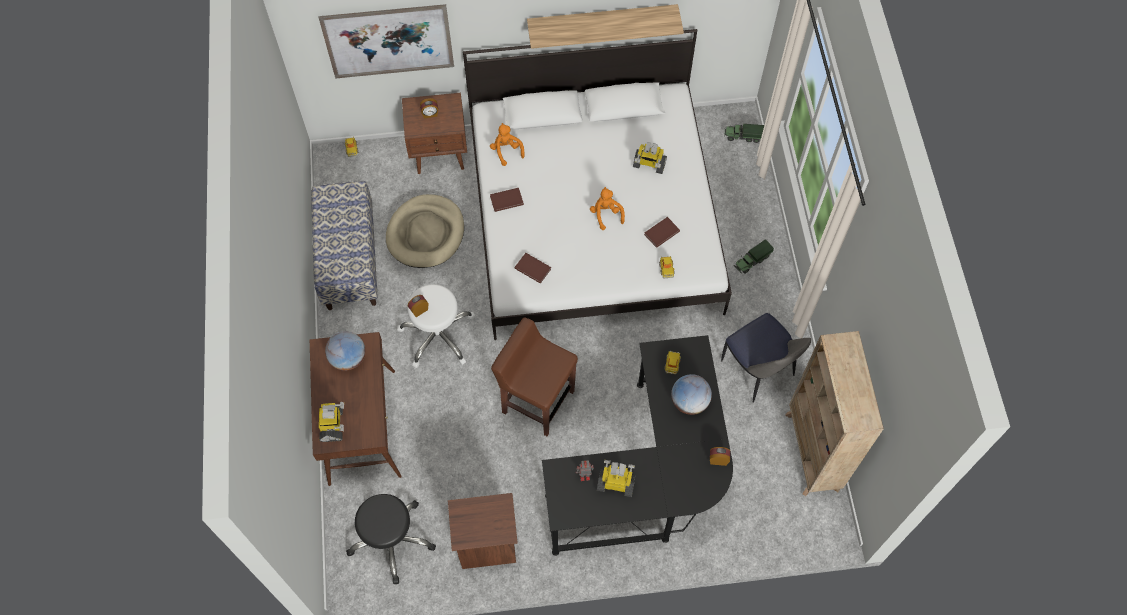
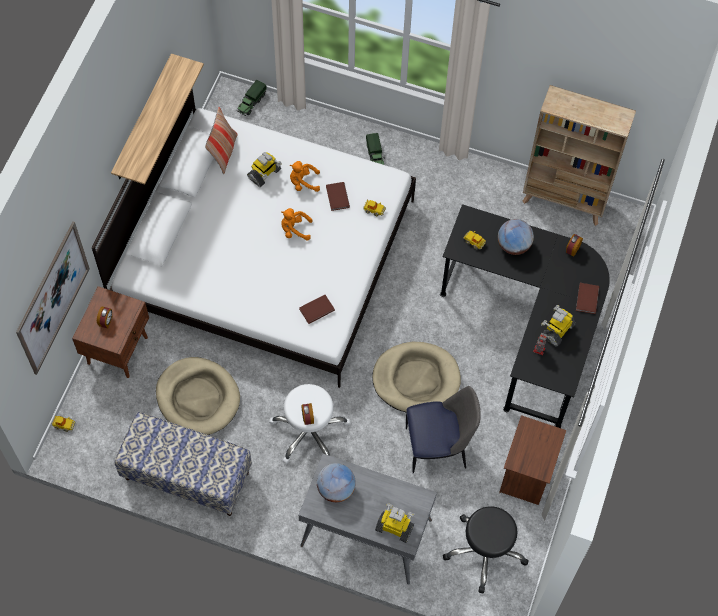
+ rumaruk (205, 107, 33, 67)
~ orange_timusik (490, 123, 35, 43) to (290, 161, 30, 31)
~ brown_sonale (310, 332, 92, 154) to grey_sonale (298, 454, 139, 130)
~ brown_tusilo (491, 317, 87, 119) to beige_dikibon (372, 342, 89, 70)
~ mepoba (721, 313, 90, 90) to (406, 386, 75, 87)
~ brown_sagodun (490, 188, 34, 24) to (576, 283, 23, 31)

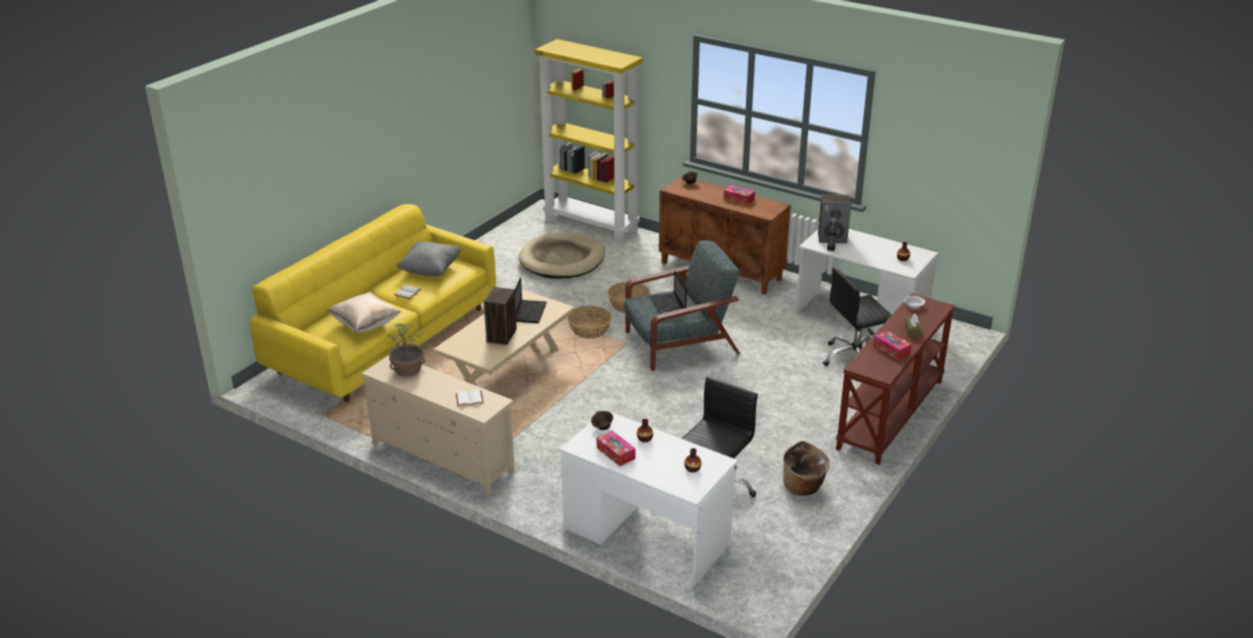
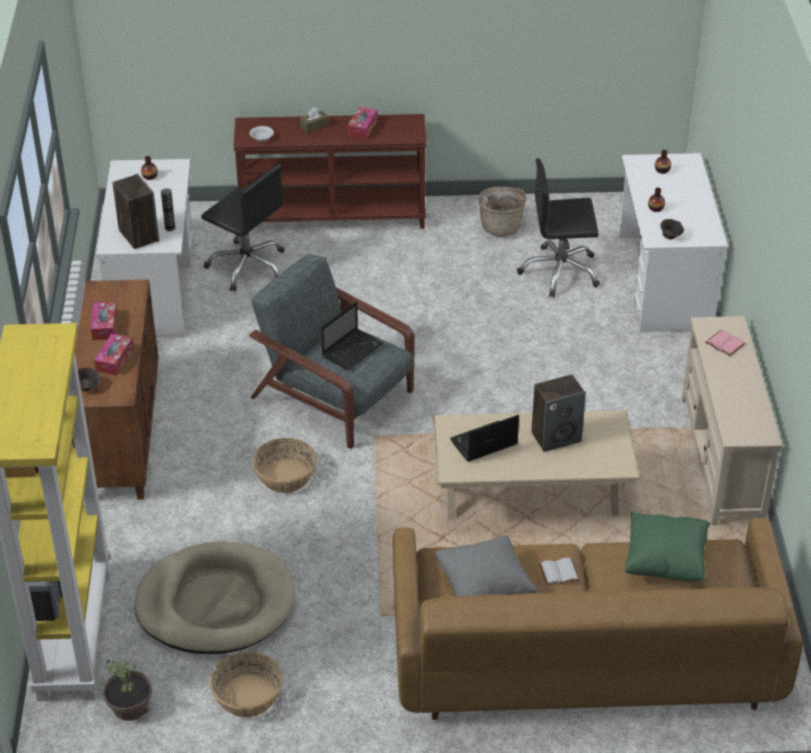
~ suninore (597, 431, 39, 35) to (94, 333, 40, 43)
~ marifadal (388, 324, 37, 53) to (103, 659, 49, 62)
~ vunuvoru (568, 306, 44, 33) to (210, 651, 73, 67)
~ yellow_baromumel (250, 204, 246, 198) to brown_baromumel (393, 518, 410, 202)
~ beige_rumaruk (327, 292, 74, 41) to green_rumaruk (624, 512, 87, 70)
~ white_sagodun (456, 389, 27, 17) to pink_sagodun (705, 330, 41, 26)

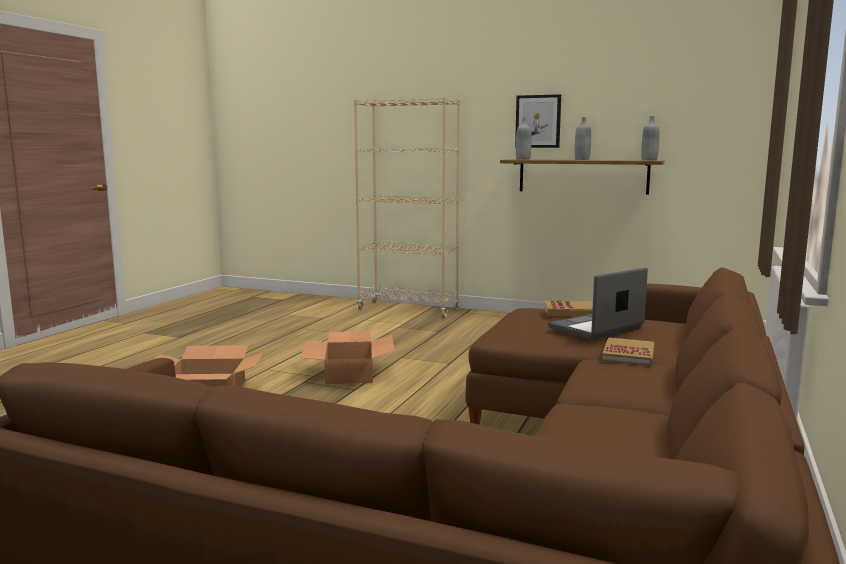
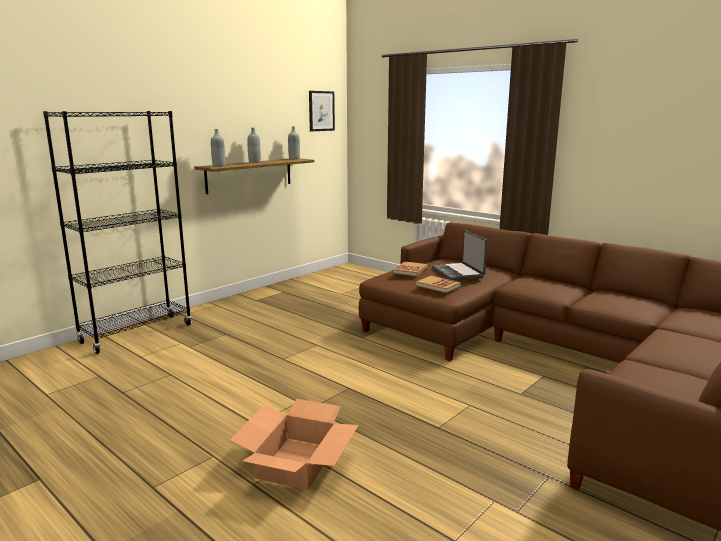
~ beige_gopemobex (354, 97, 106, 221) to black_gopemobex (43, 111, 149, 243)
~ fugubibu (515, 94, 46, 54) to (309, 91, 26, 40)
~ sagodun (602, 337, 52, 29) to (416, 276, 45, 17)
- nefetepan (301, 331, 94, 53)

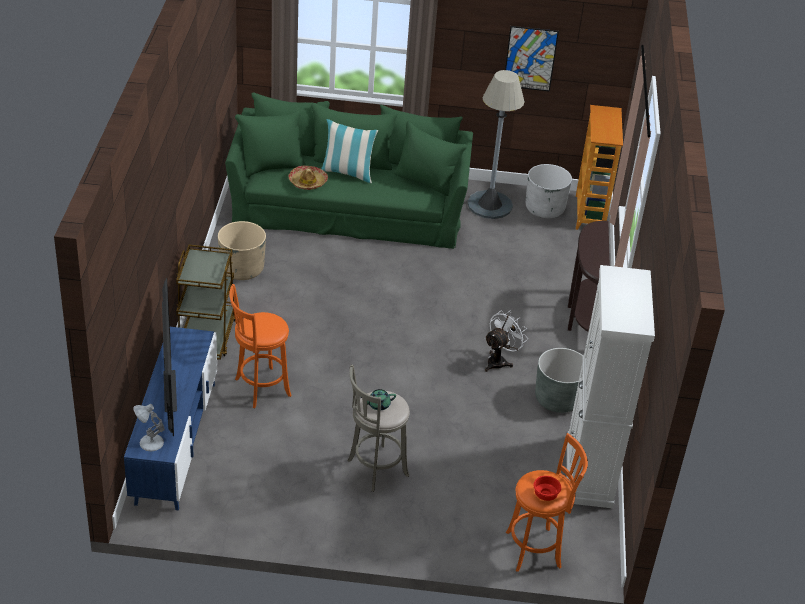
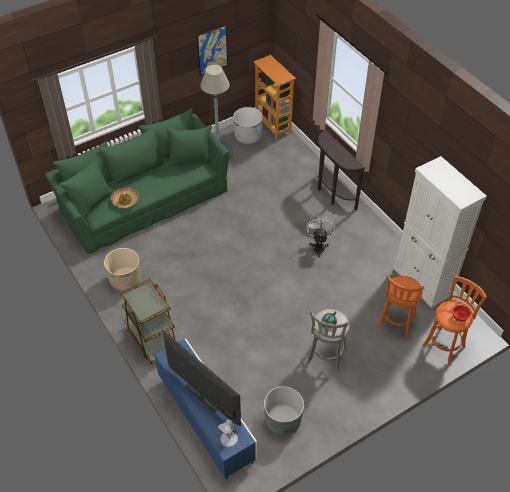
~ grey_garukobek (535, 348, 48, 65) to (264, 386, 40, 50)
~ orange_tusilo (229, 284, 63, 124) to (377, 275, 47, 63)
- rumaruk (321, 119, 57, 64)

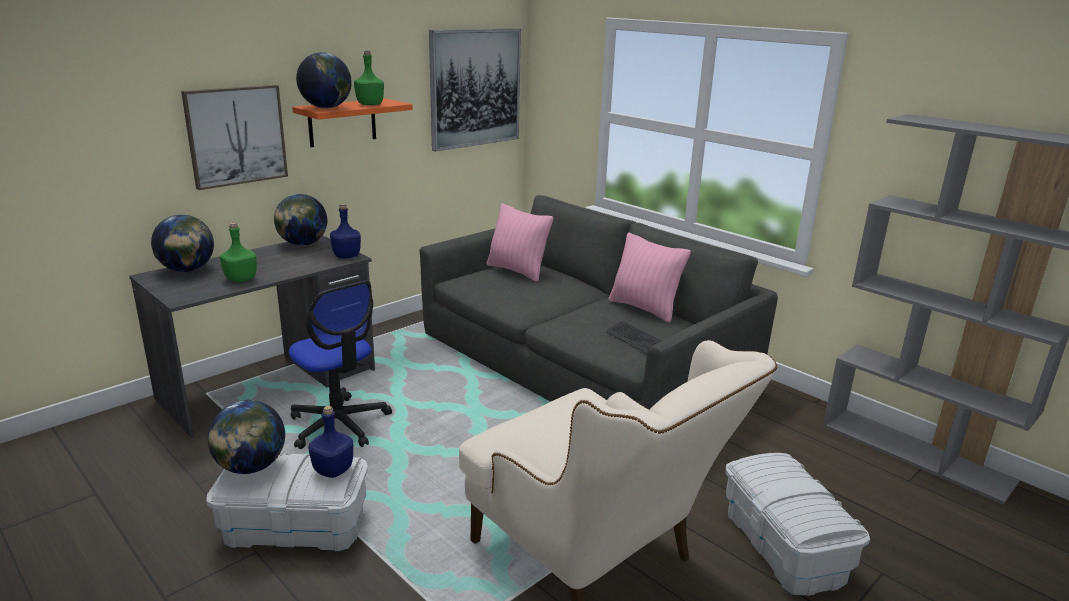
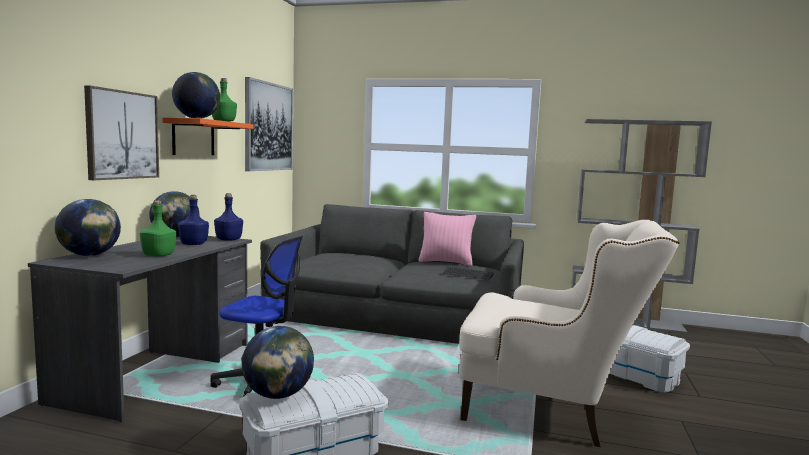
~ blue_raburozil (308, 406, 46, 72) to (178, 195, 31, 50)
- pink_rumaruk (486, 203, 67, 79)

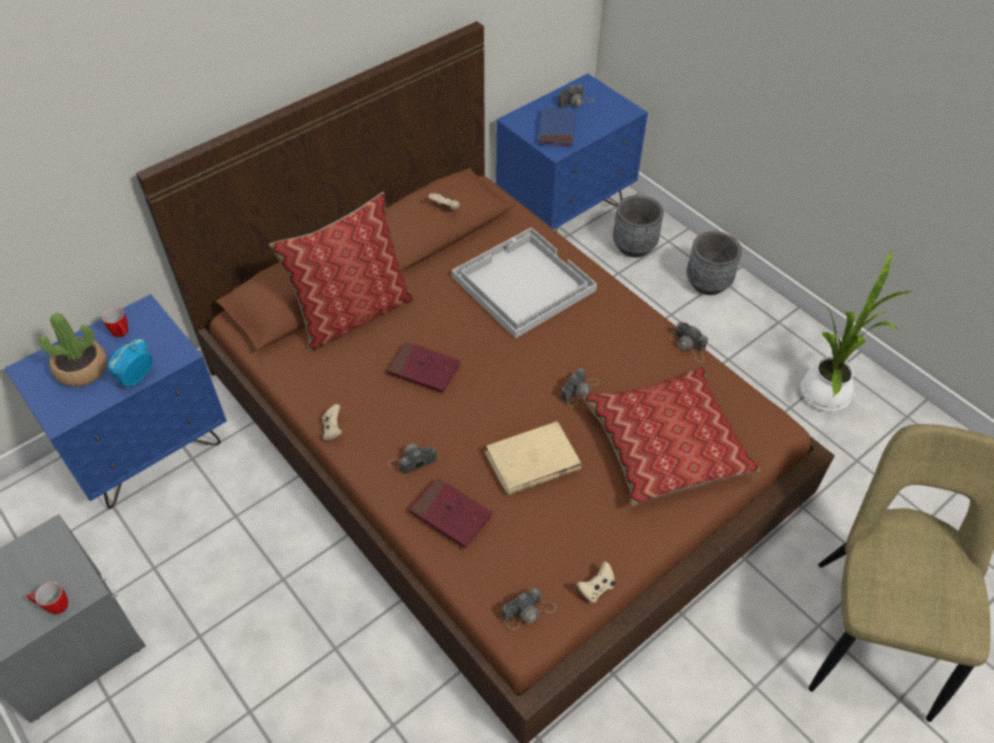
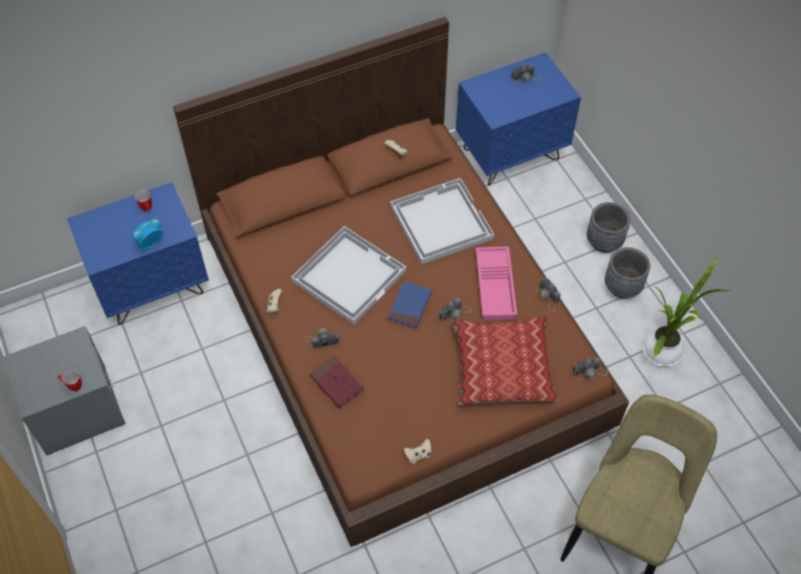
~ red_sagodun (387, 342, 74, 51) to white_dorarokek (291, 226, 115, 98)
~ blue_sagodun (538, 107, 38, 40) to (388, 281, 44, 48)
+ pink_dorarokek (476, 246, 41, 74)
~ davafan (502, 588, 54, 42) to (573, 358, 35, 22)
~ grey_garukobek (613, 195, 51, 63) to (605, 247, 45, 51)
- marifadal (40, 313, 67, 74)
- rumaruk (269, 192, 144, 160)
- beige_sagodun (485, 421, 96, 74)

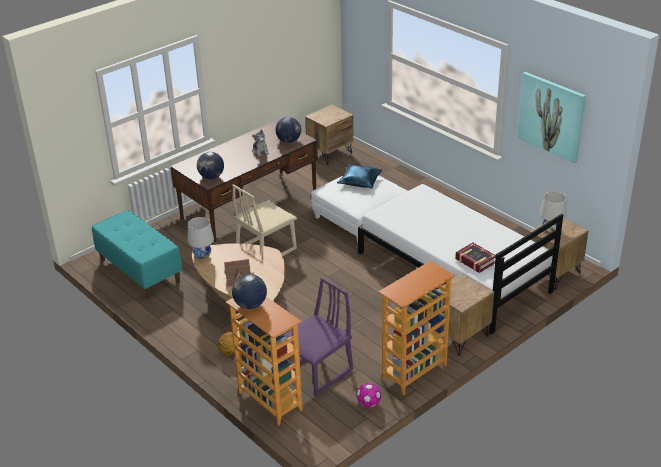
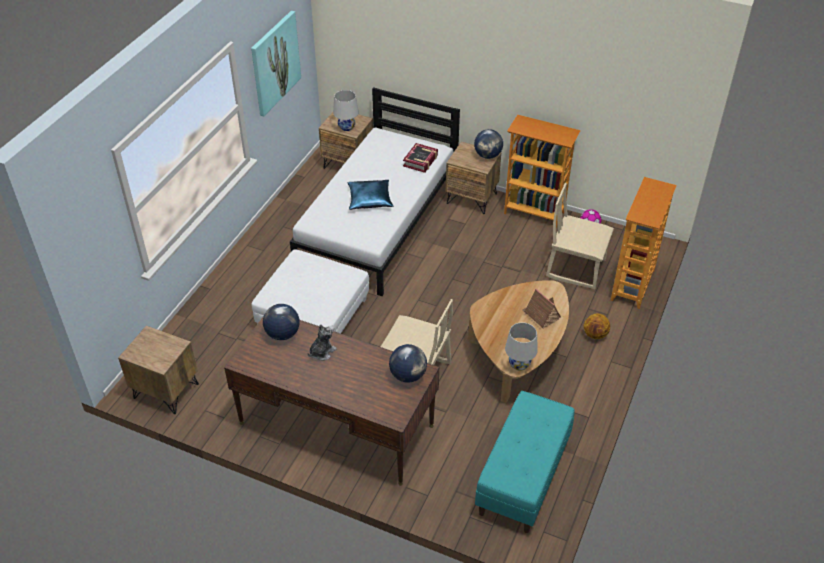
~ blue_rumaruk (337, 164, 45, 24) to (348, 180, 45, 30)
~ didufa (232, 274, 35, 35) to (474, 129, 29, 30)
~ purple_mepoba (284, 278, 69, 118) to beige_mepoba (546, 183, 68, 107)

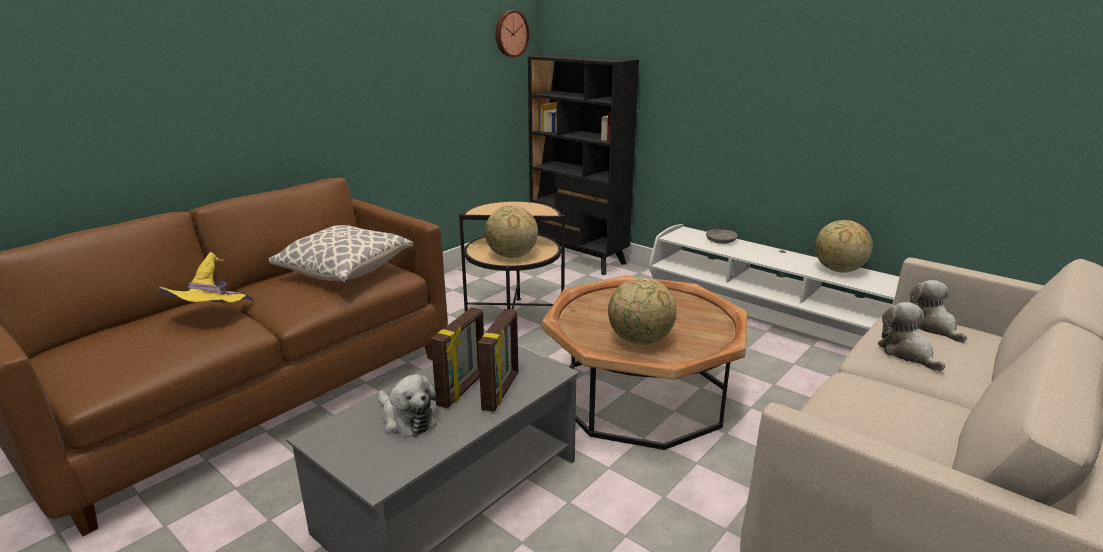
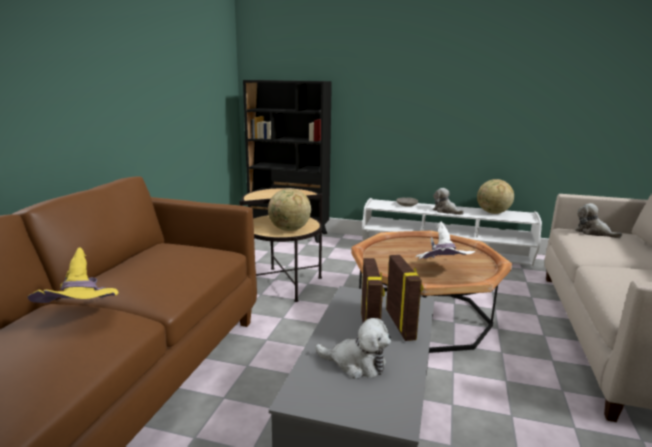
~ didufa (608, 277, 69, 68) to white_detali (415, 221, 60, 39)
~ timusik (877, 302, 68, 69) to (433, 188, 31, 27)
- rumaruk (269, 225, 144, 57)
- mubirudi (495, 10, 34, 47)

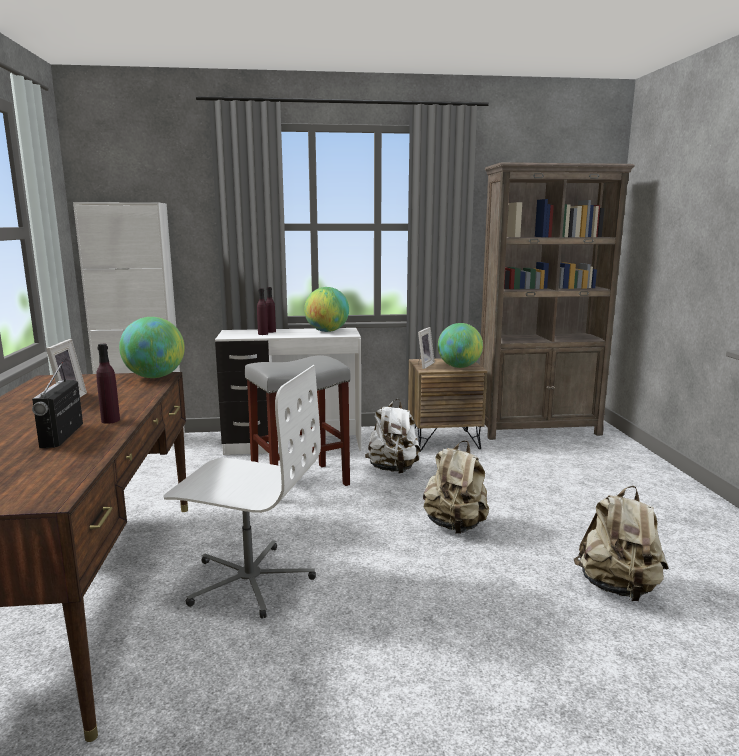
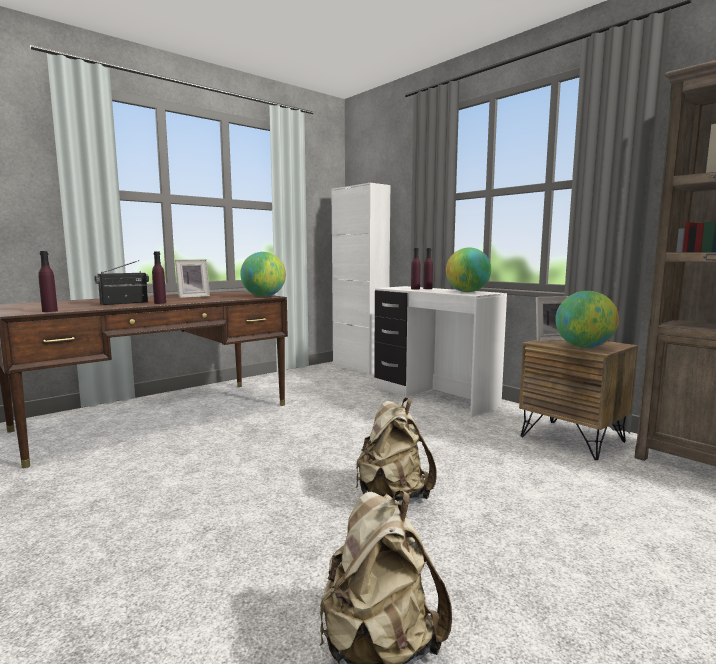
+ purple_raburozil (38, 251, 20, 61)
- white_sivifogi (163, 365, 158, 254)
- grey_tusilo (245, 355, 105, 131)
- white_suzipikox (365, 399, 56, 75)

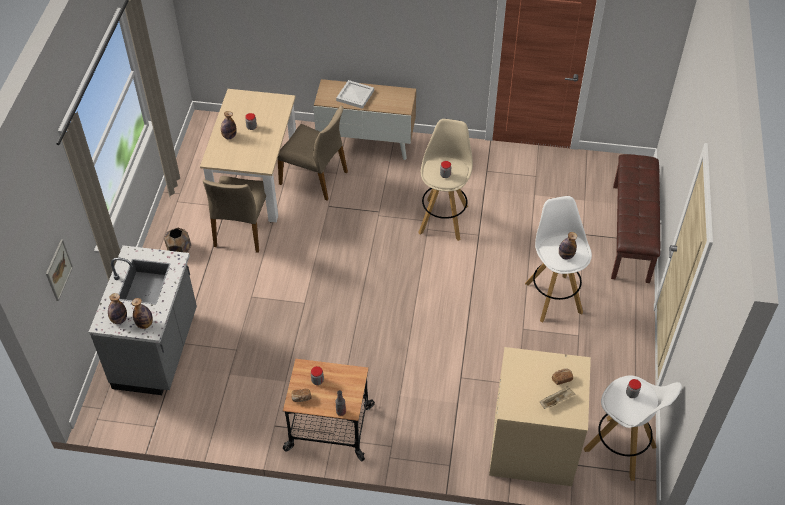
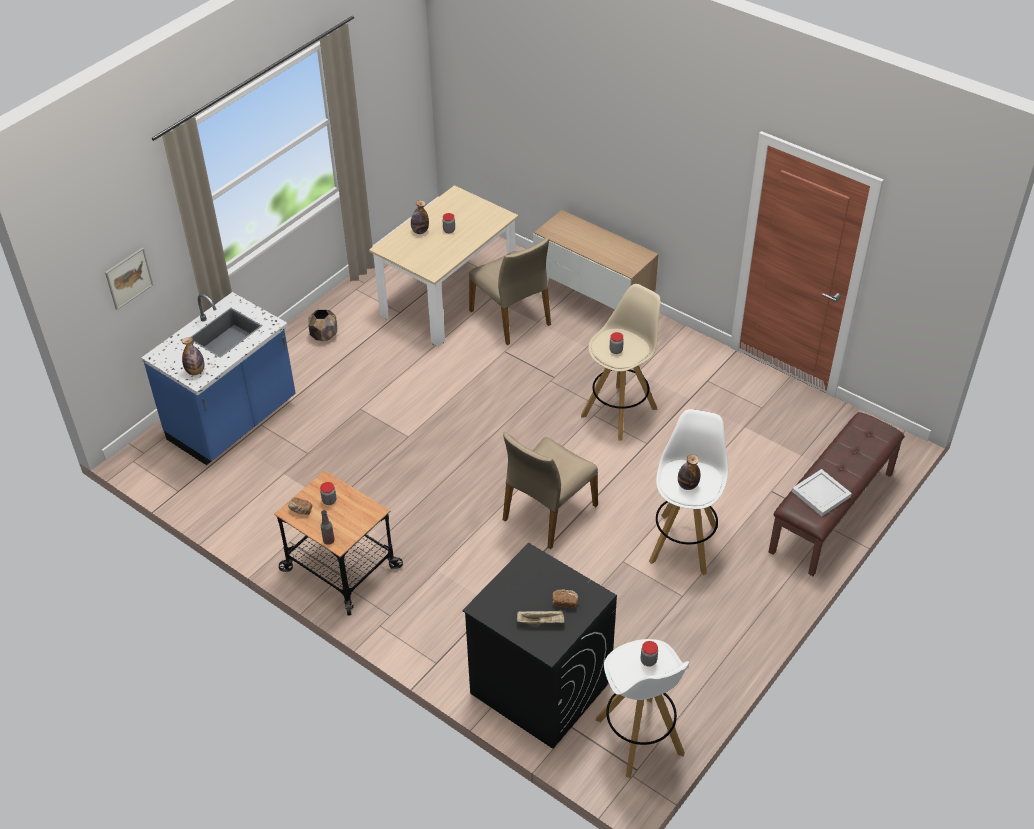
~ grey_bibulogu (89, 245, 108, 150) to blue_bibulogu (141, 292, 155, 173)
~ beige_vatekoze (489, 347, 102, 139) to black_vatekoze (462, 543, 155, 206)
~ beige_mepoba (203, 176, 63, 77) to (503, 432, 95, 117)
~ white_dorarokek (336, 80, 38, 29) to (792, 469, 60, 47)
- raburozil (108, 293, 19, 31)

